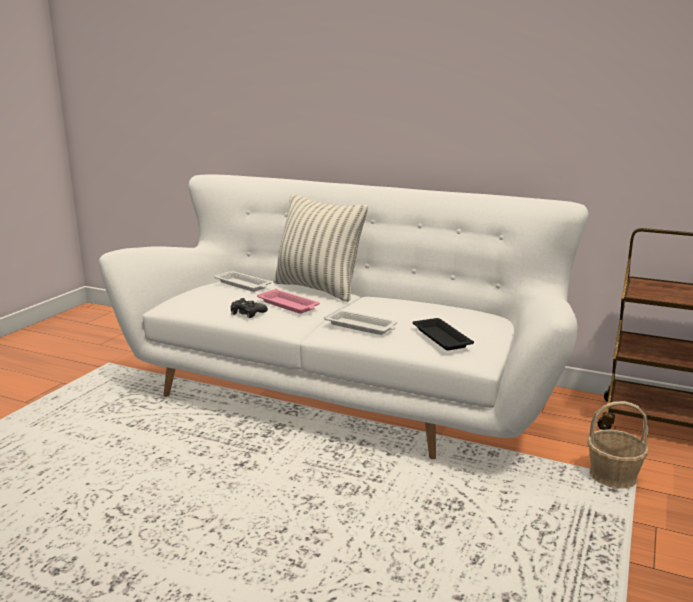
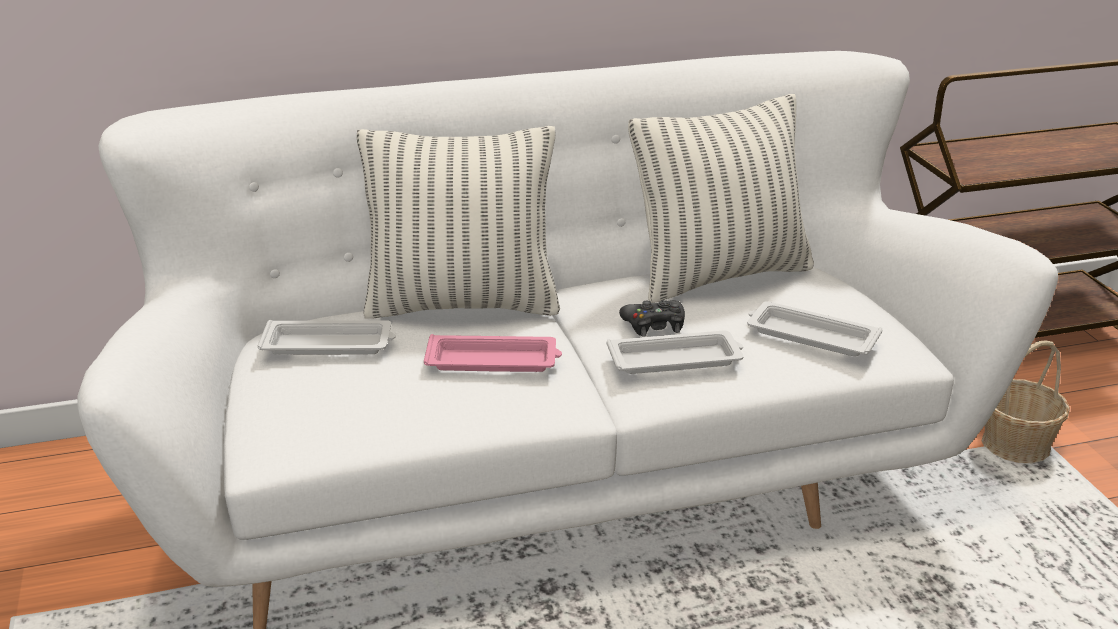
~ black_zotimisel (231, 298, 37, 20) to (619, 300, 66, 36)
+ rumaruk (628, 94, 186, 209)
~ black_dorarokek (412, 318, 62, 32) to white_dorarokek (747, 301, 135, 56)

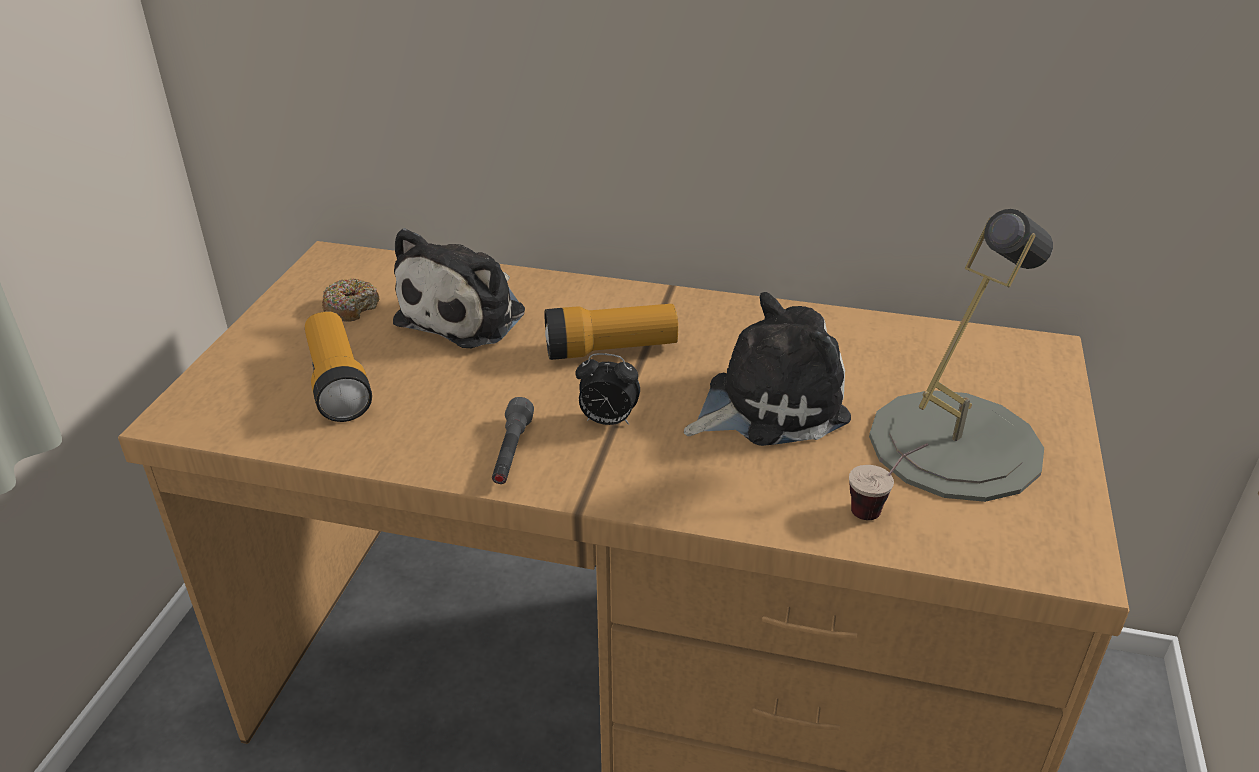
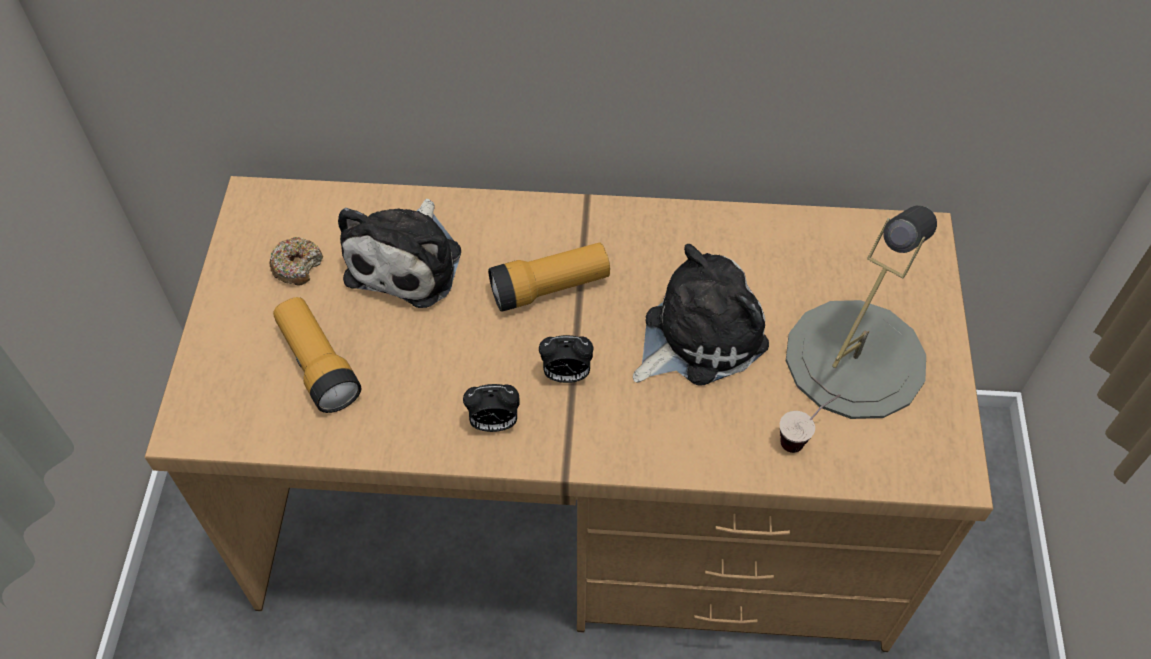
~ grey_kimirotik (492, 397, 42, 87) to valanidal (463, 384, 57, 48)

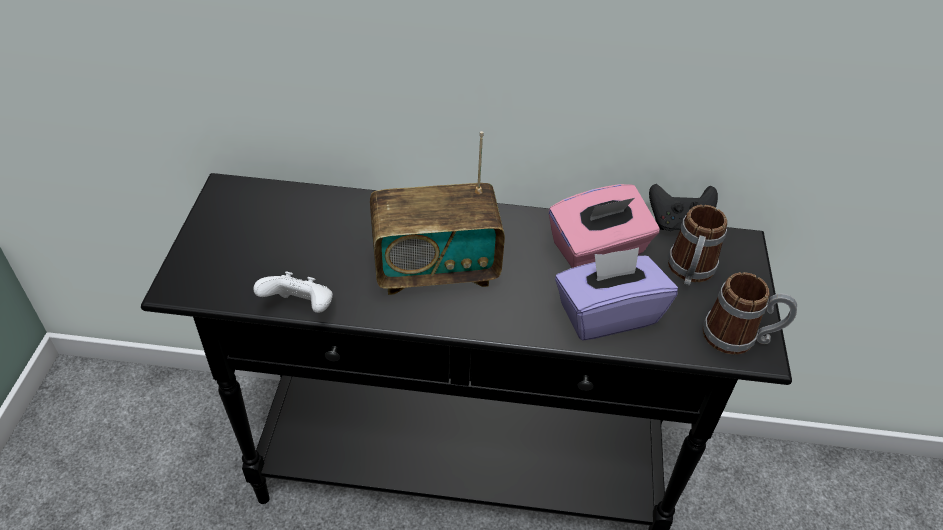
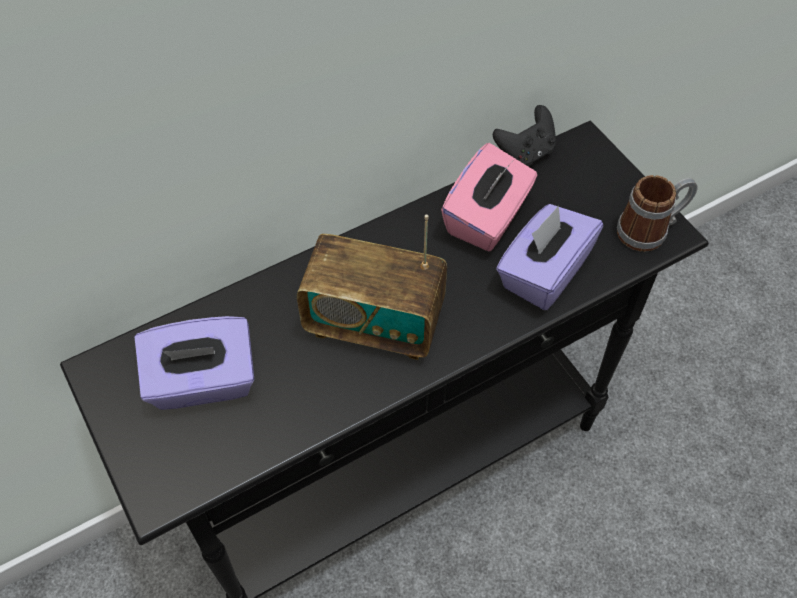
+ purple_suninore (134, 316, 120, 94)
~ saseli (370, 131, 135, 164) = (297, 214, 150, 146) 60 degrees clockwise
- white_zotimisel (253, 271, 80, 42)
- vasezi (668, 205, 59, 81)

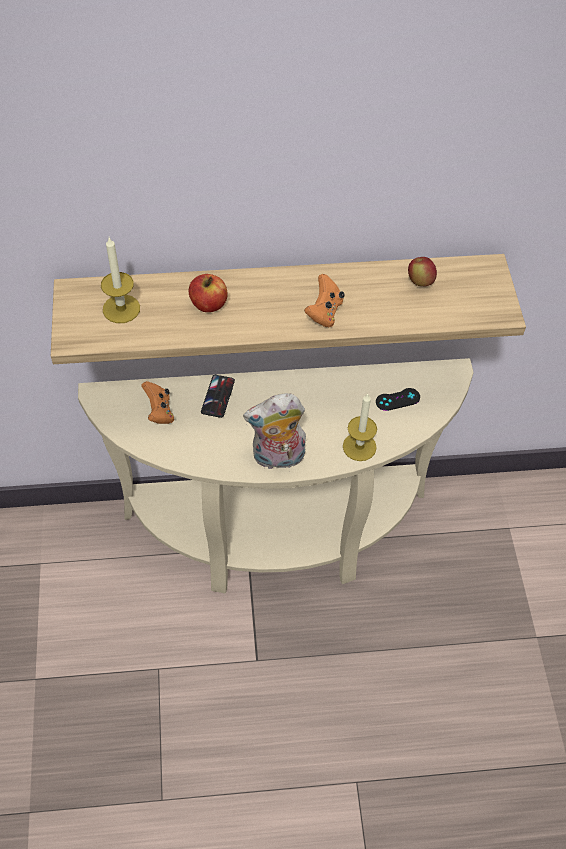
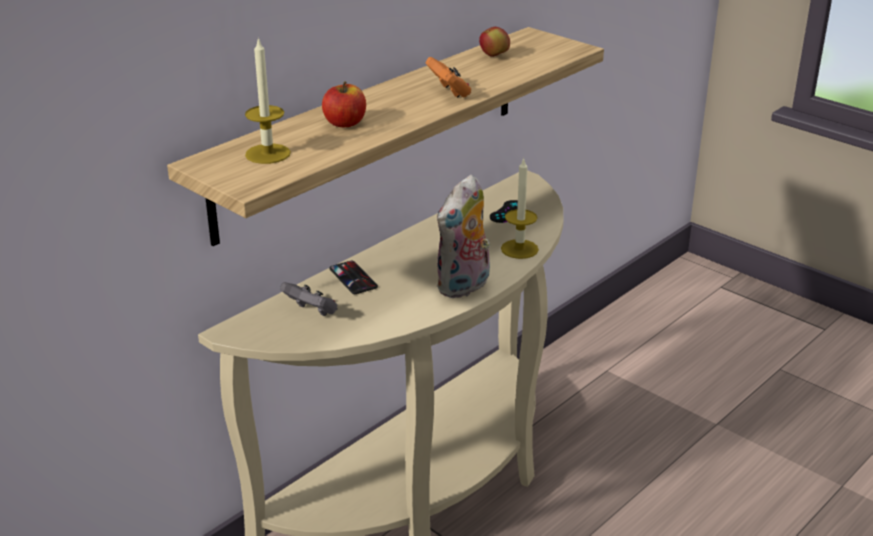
~ orange_zotimisel (141, 381, 33, 43) to grey_zotimisel (280, 282, 57, 34)

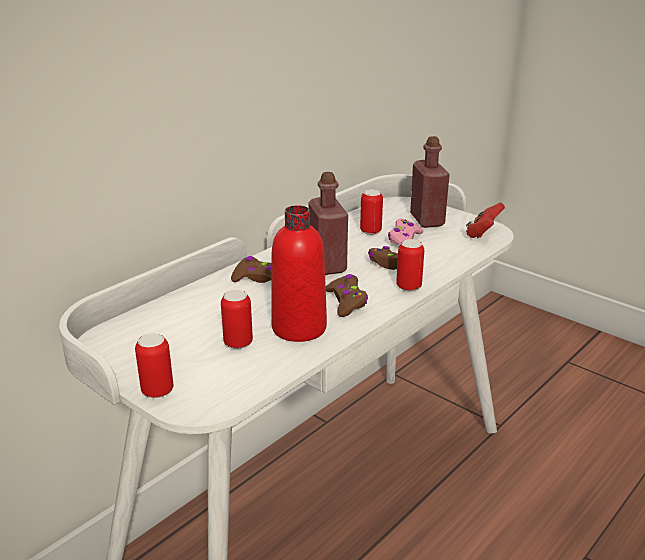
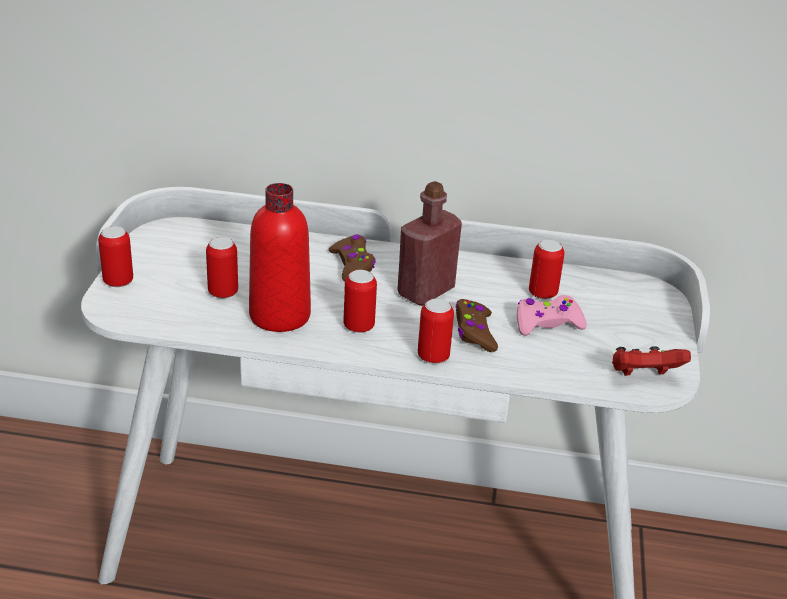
~ brown_zotimisel (326, 274, 42, 43) to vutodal (343, 270, 34, 63)
- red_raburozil (410, 136, 40, 92)

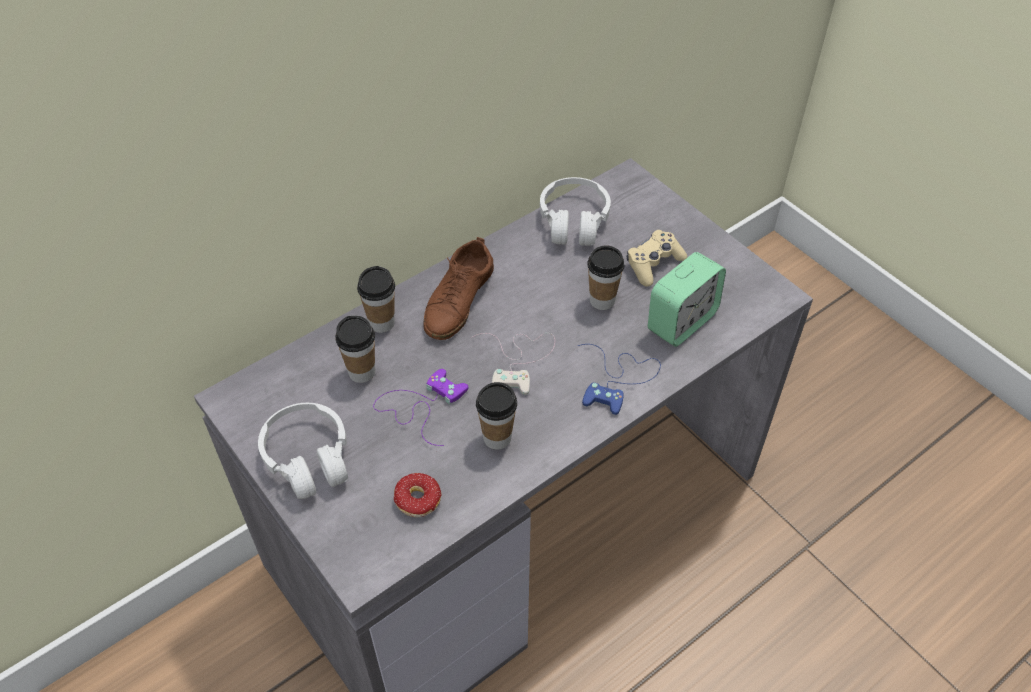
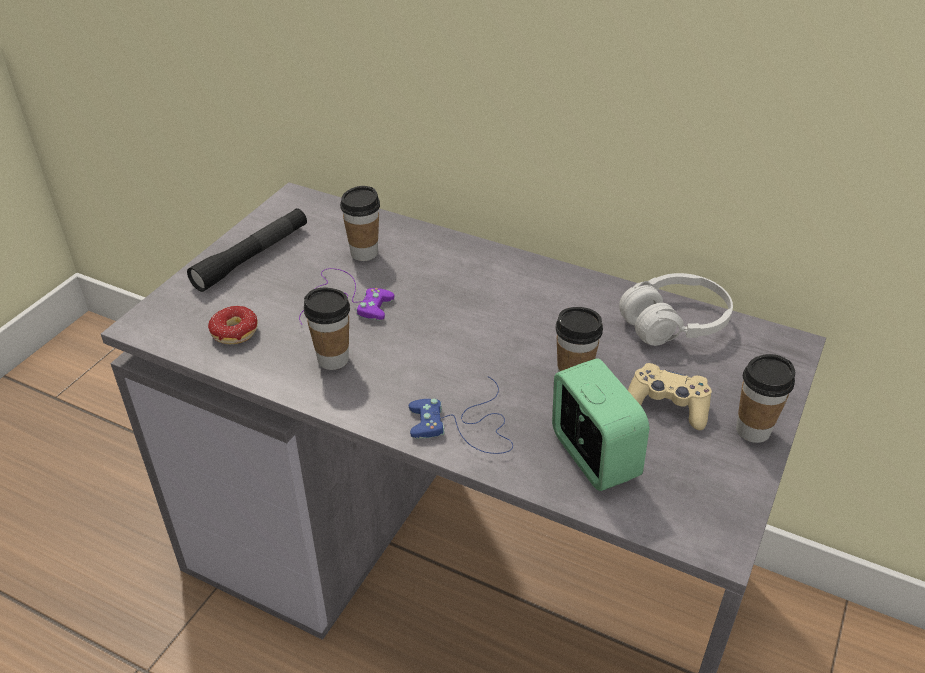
~ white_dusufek (258, 403, 90, 96) to black_kimirotik (187, 208, 120, 84)
~ valanidal (648, 252, 78, 95) = (552, 358, 97, 133) 135 degrees counterclockwise
~ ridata (357, 266, 38, 67) to (736, 354, 59, 89)
- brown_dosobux (423, 237, 71, 103)
- white_zotimisel (471, 333, 84, 62)

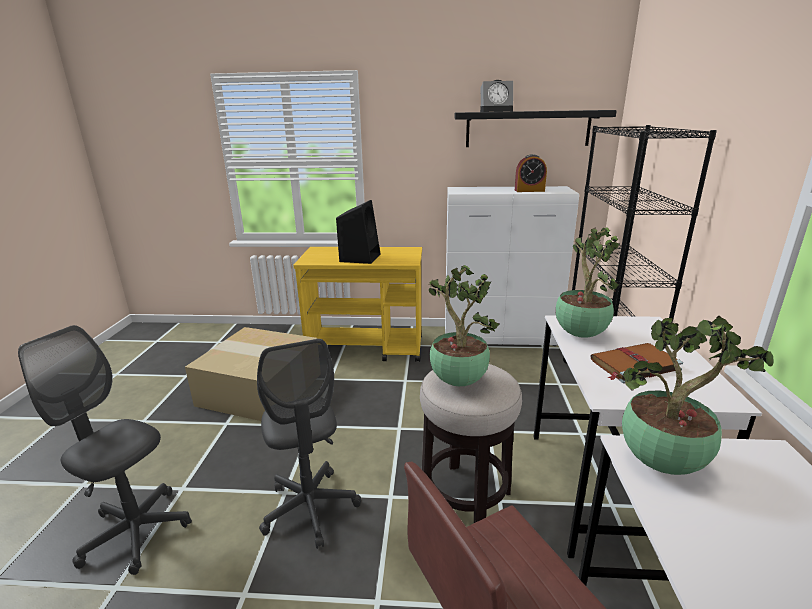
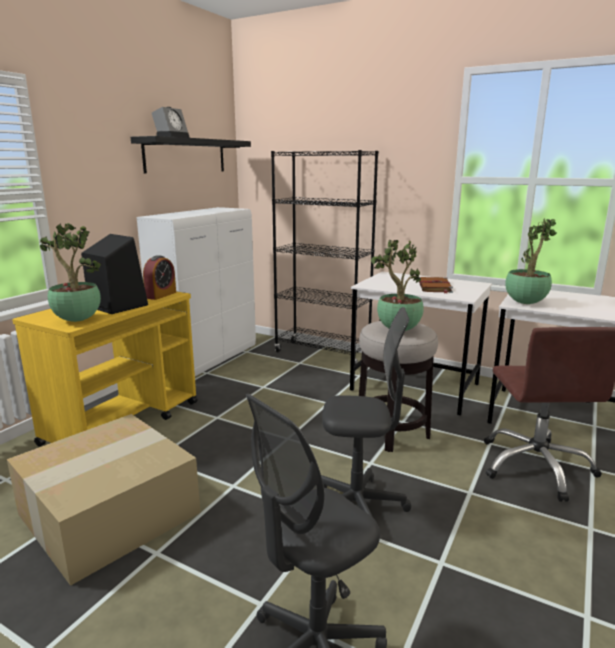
~ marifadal (556, 227, 64, 111) to (40, 223, 61, 99)
~ valanidal (515, 154, 32, 38) to (143, 255, 33, 45)

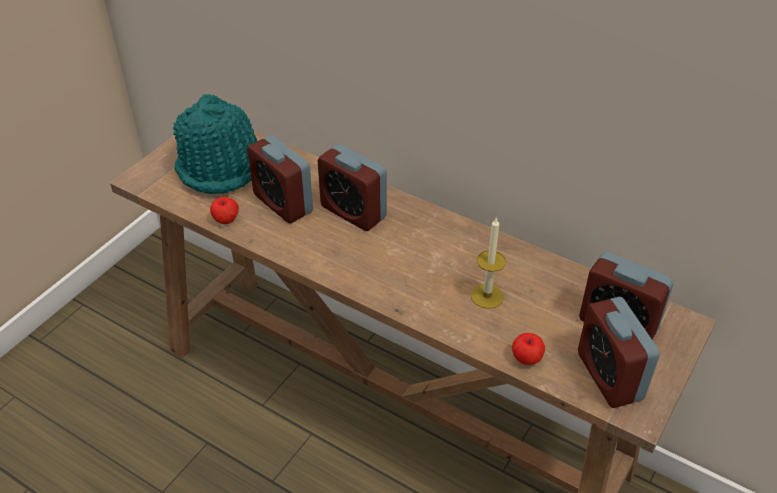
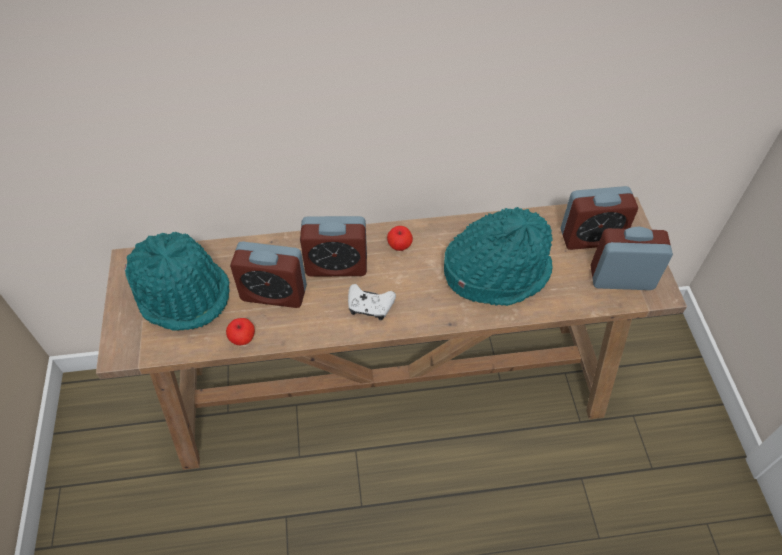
+ white_zotimisel (348, 284, 48, 36)
~ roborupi (512, 333, 33, 32) to (387, 226, 26, 25)
~ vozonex (471, 217, 35, 92) to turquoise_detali (444, 207, 109, 99)
~ valanidal (578, 297, 82, 111) = (590, 227, 83, 63) 150 degrees clockwise

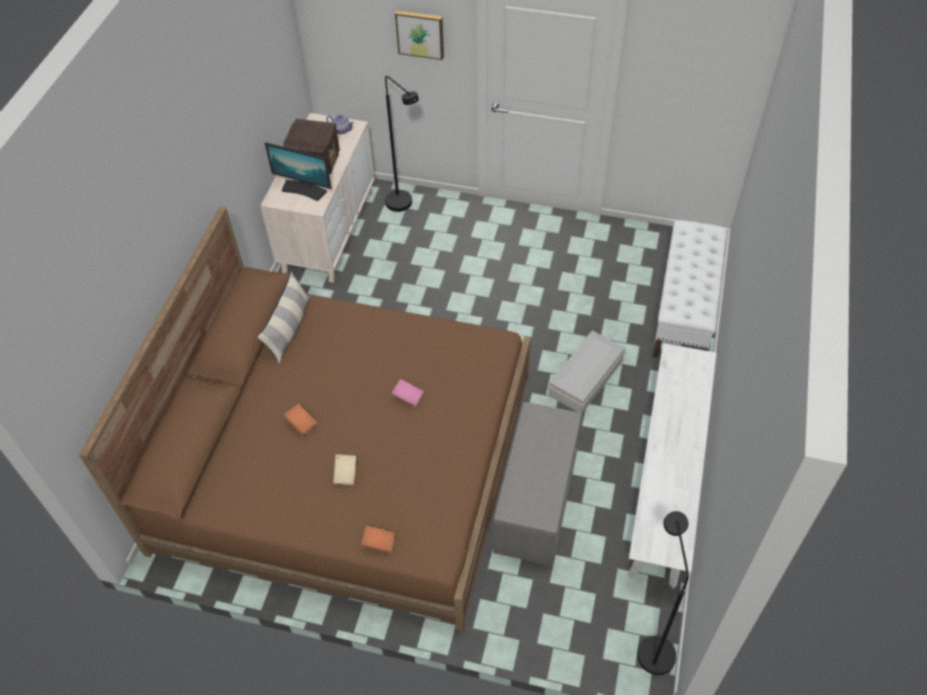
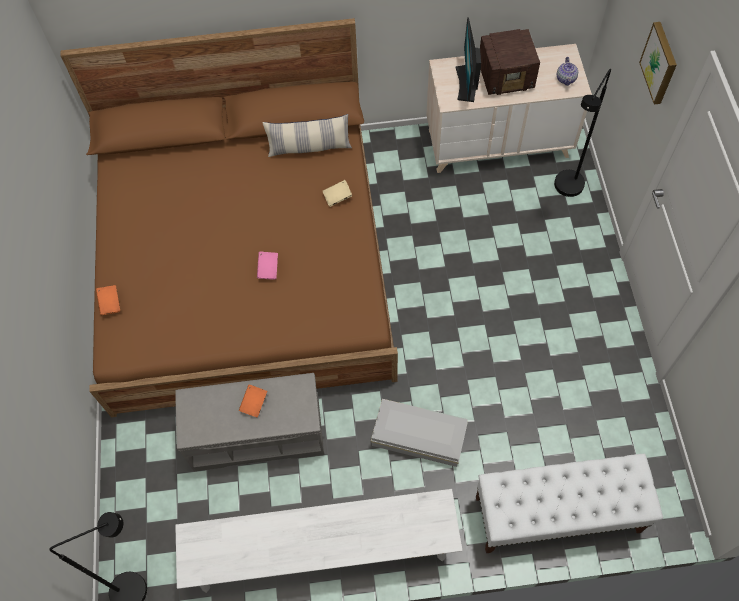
~ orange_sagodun (284, 404, 33, 31) to (239, 384, 28, 33)
~ beige_sagodun (333, 454, 23, 31) to (323, 180, 29, 27)

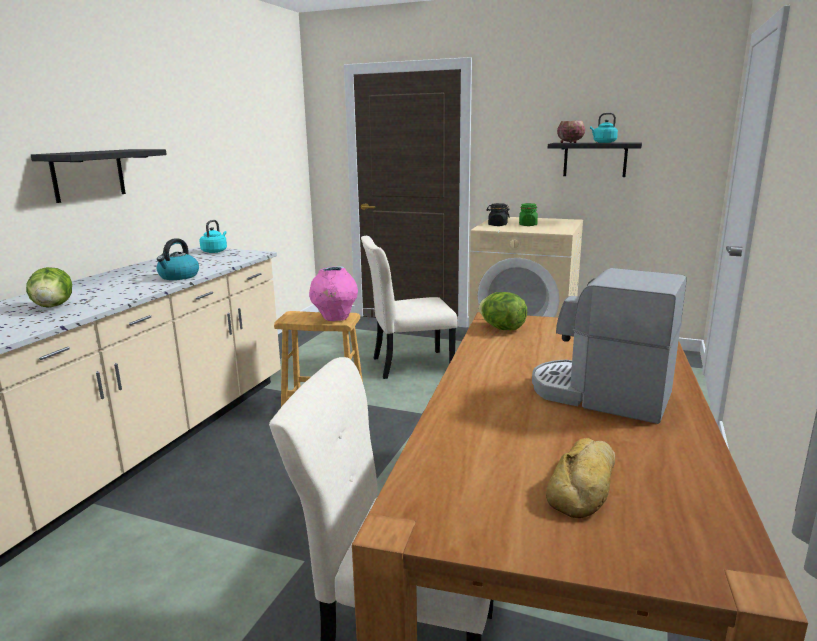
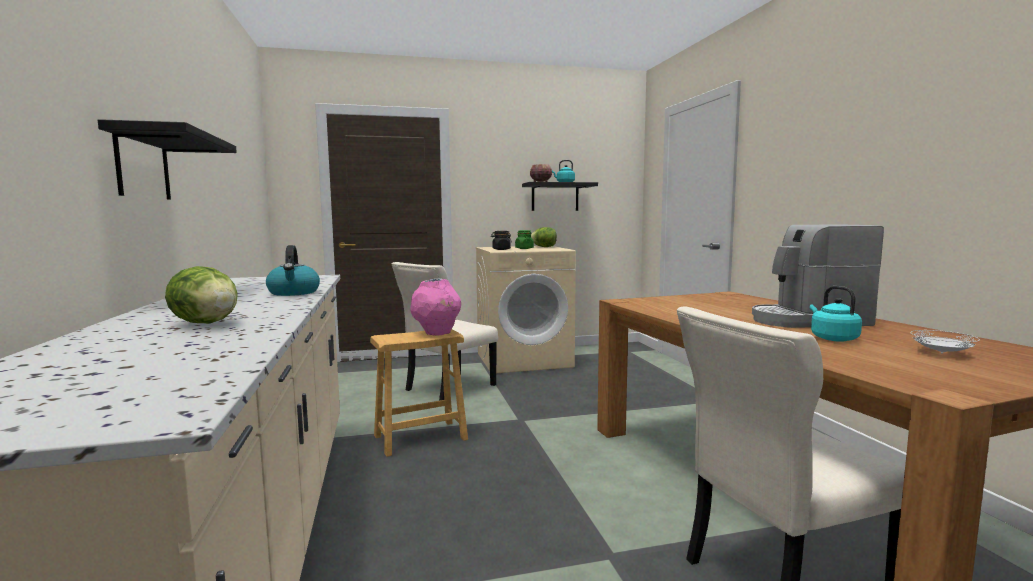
~ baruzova (479, 292, 48, 38) to (531, 227, 26, 20)
~ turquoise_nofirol (199, 220, 28, 33) to (810, 286, 52, 56)
~ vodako (546, 438, 69, 81) to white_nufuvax (910, 330, 70, 23)

